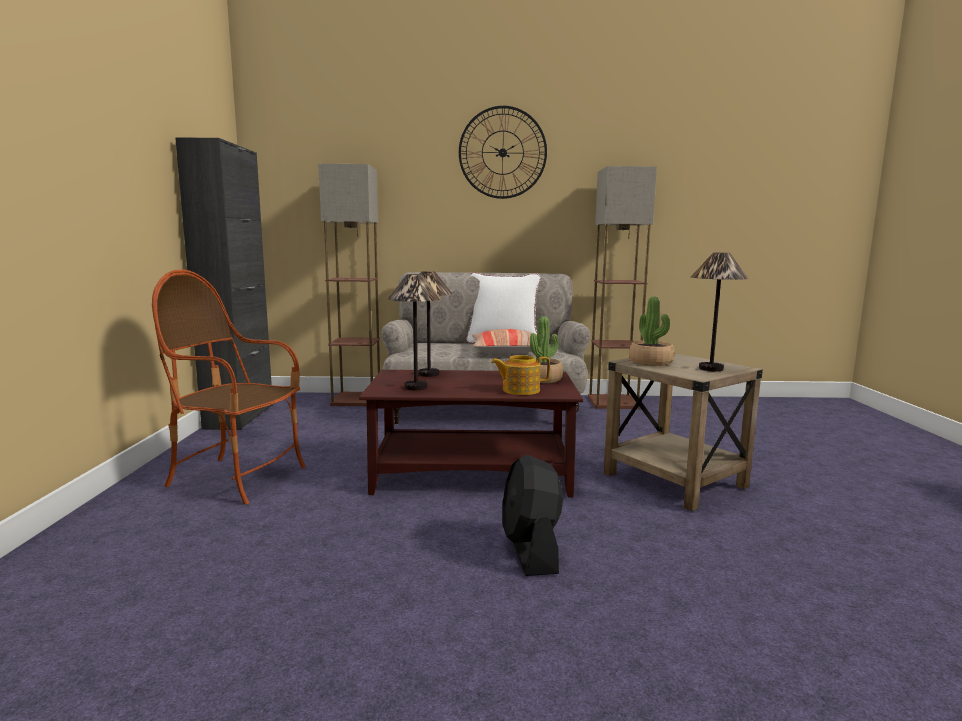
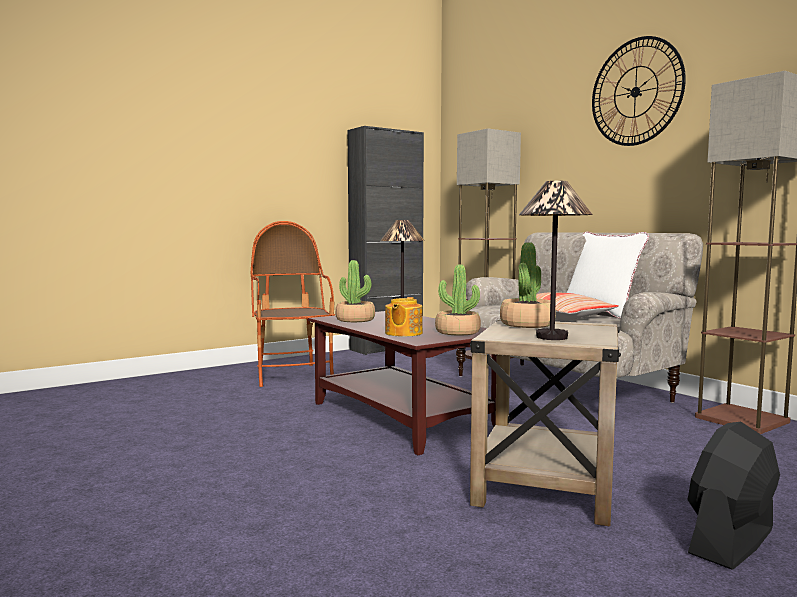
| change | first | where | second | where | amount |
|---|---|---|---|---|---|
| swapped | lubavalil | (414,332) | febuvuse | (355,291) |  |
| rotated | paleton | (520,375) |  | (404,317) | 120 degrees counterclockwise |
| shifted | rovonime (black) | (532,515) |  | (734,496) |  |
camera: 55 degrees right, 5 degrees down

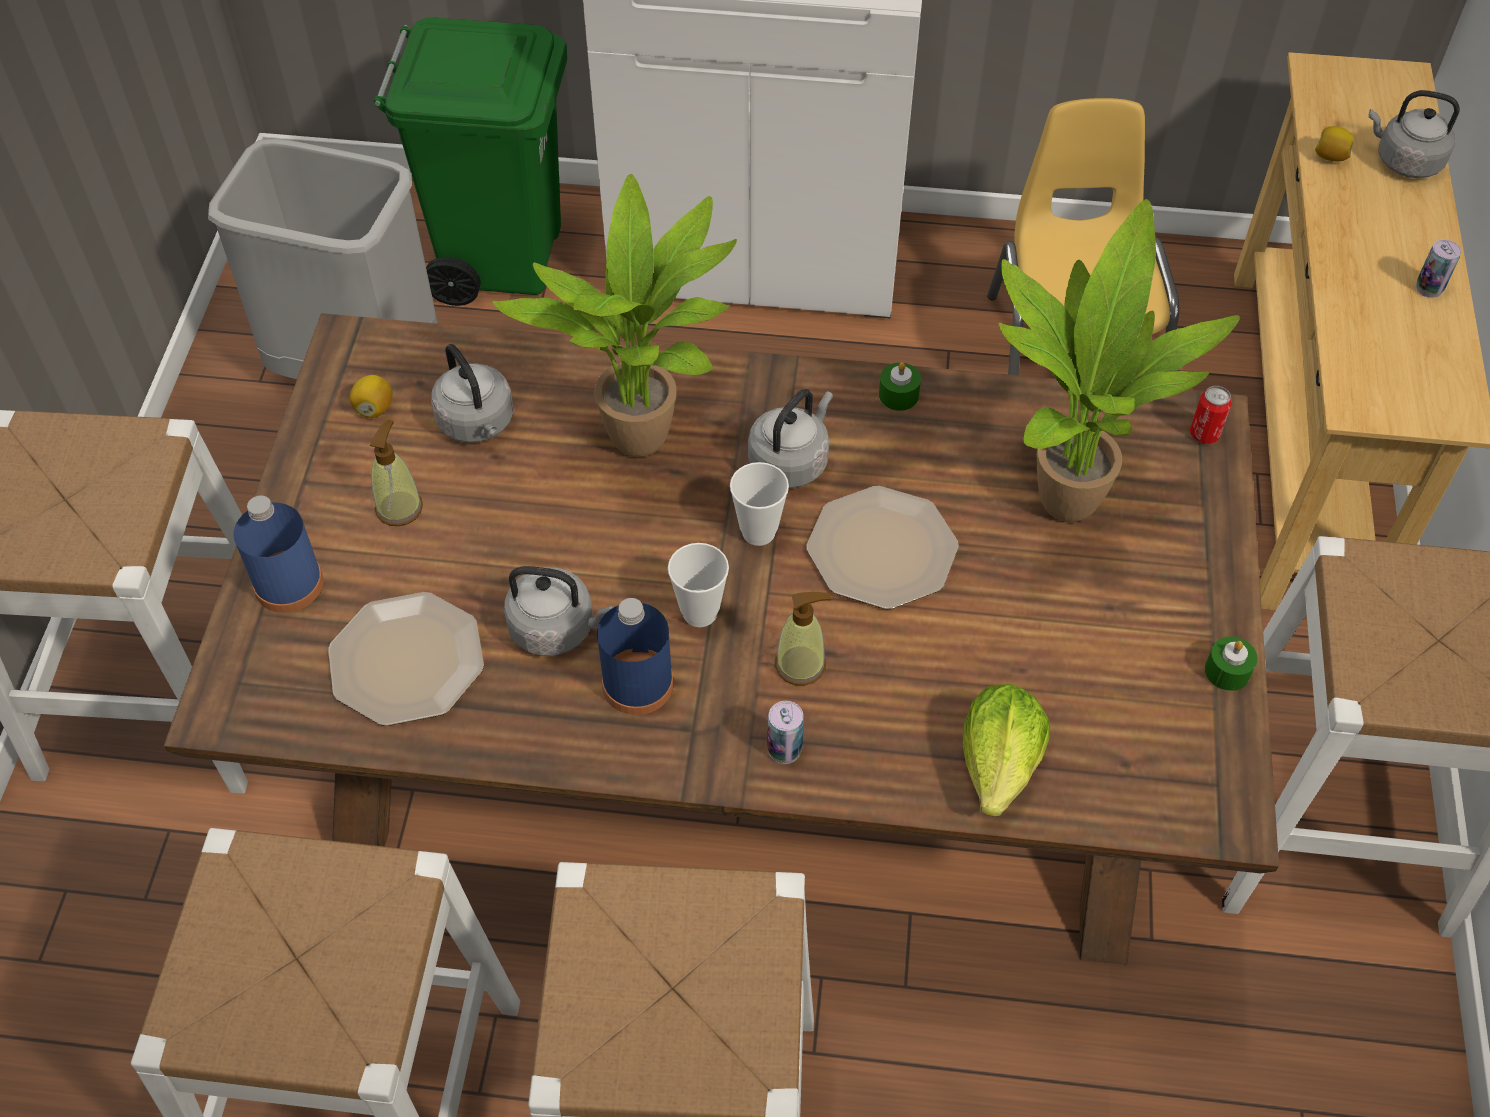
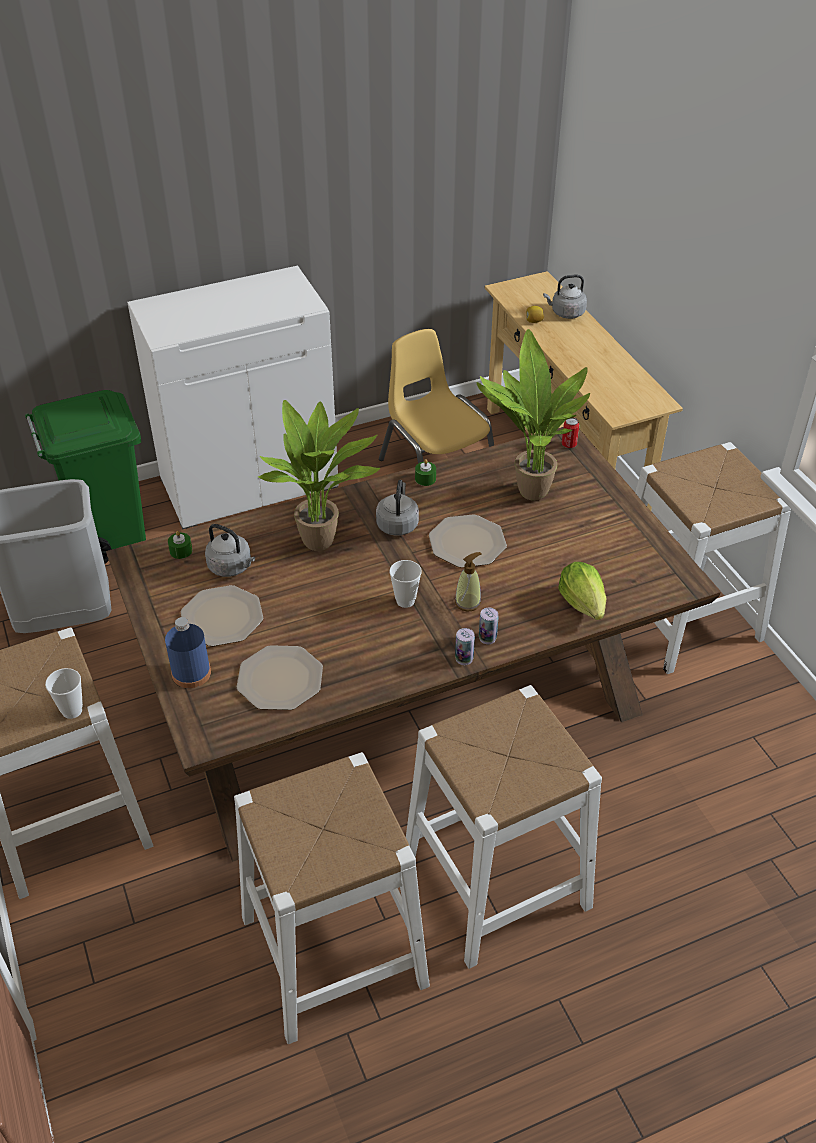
| change | first | where | second | where | amount |
|---|---|---|---|---|---|
| gone | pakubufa | (371,396) |  |  |  |
| swapped | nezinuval | (396,473) | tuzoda | (222,615) |  |
| gone | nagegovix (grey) | (558,611) |  |  |  |
| gone | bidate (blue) | (635,656) |  |  |  |
| shifted | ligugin | (759,504) |  | (64,693) |  |
| shifted | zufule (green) | (1231,663) |  | (180,545) |  |
| shifted | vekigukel | (1438,268) |  | (465,646) |  |
camera: 30 degrees left, 10 degrees down

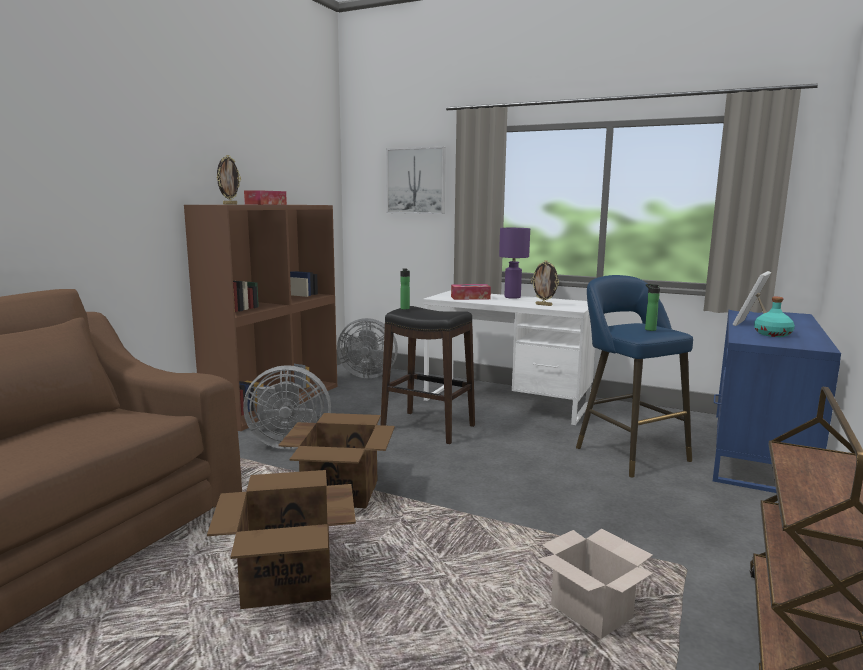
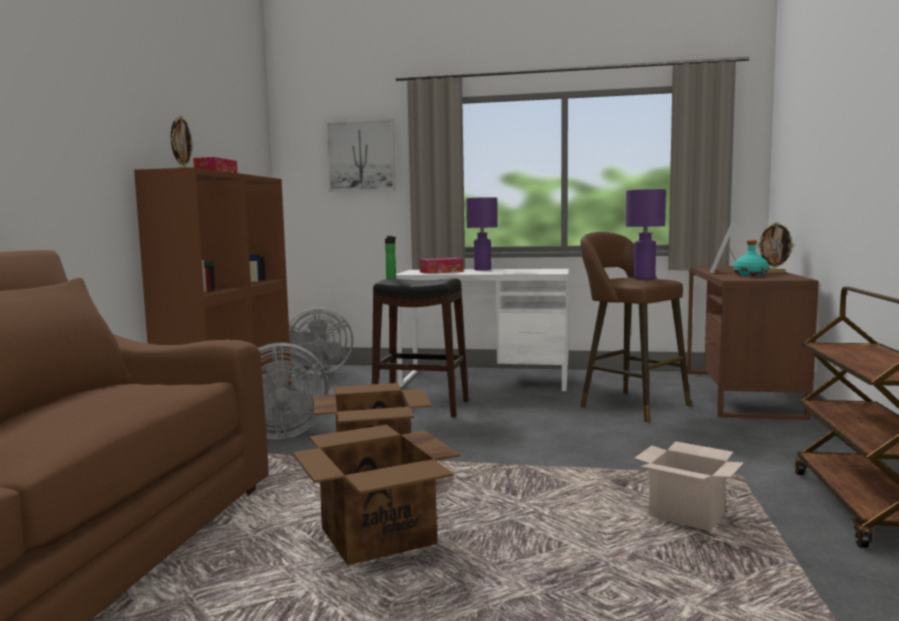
| change | first | where | second | where | amount |
|---|---|---|---|---|---|
| shifted | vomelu | (545,283) |  | (775,247) |  |
| repainted | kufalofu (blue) | (634,376) | kufalofu (brown) | (635,327) |  |
| swapped | bidate | (652,307) | lubavalil (purple) | (646,234) |  |
| repainted | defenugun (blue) | (777,401) | defenugun (brown) | (752,343) |  |
camera: 15 degrees left, 5 degrees down

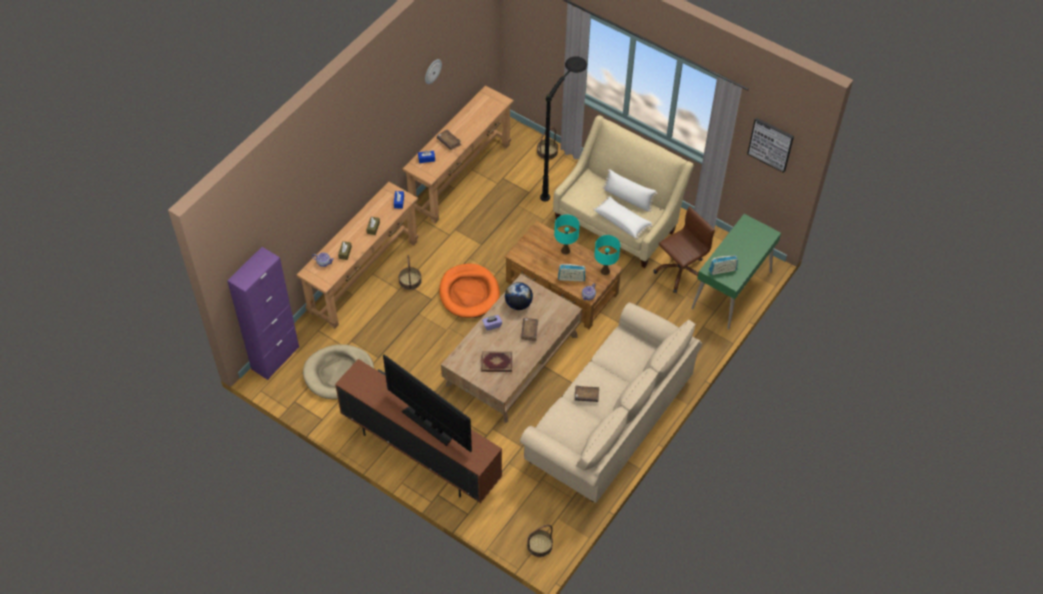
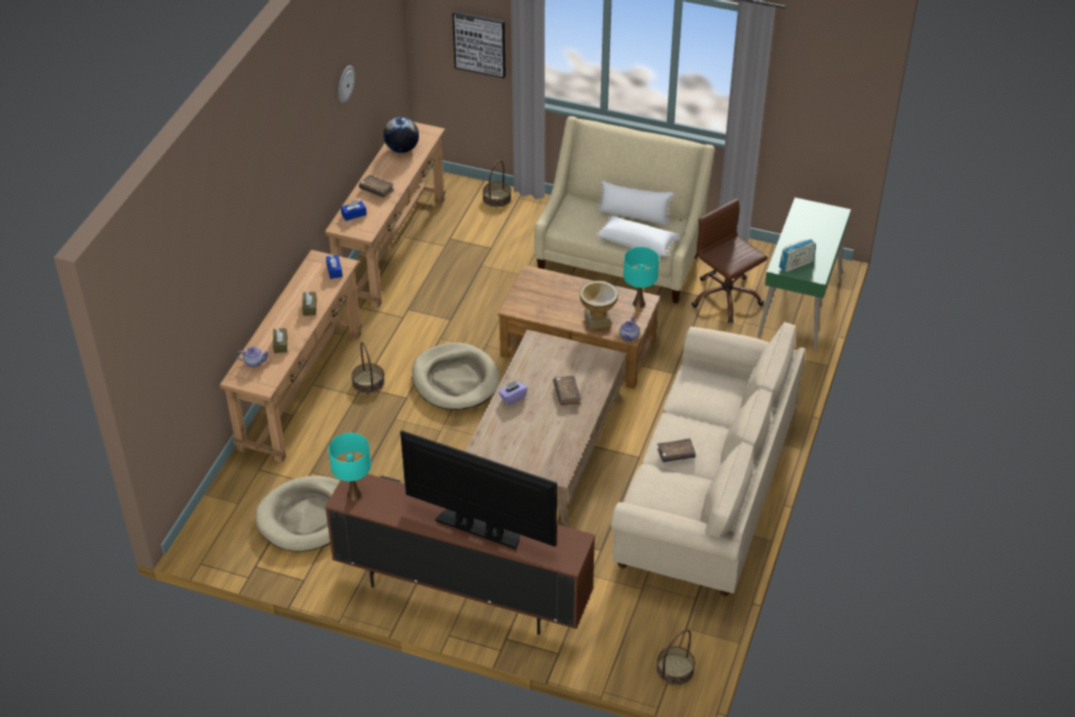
| change | first | where | second | where | amount |
|---|---|---|---|---|---|
| gone | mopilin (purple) | (263,313) |  |  |  |
| repainted | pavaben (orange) | (469,291) | pavaben (beige) | (456,376) |  |
| gone | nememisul | (496,362) |  |  |  |
| shifted | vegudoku | (519,296) |  | (401,135) |  |
| gone | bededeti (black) | (563,128) |  |  |  |
| shifted | lubavalil (turquoise) | (567,234) |  | (349,466) |  |
| swapped | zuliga | (572,273) | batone | (598,305) |  |
| rotated | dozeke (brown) | (684,249) |  | (730,260) | 75 degrees counterclockwise |
| shifted | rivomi | (770,145) |  | (479,44) |  |
camera: 15 degrees left, 10 degrees down

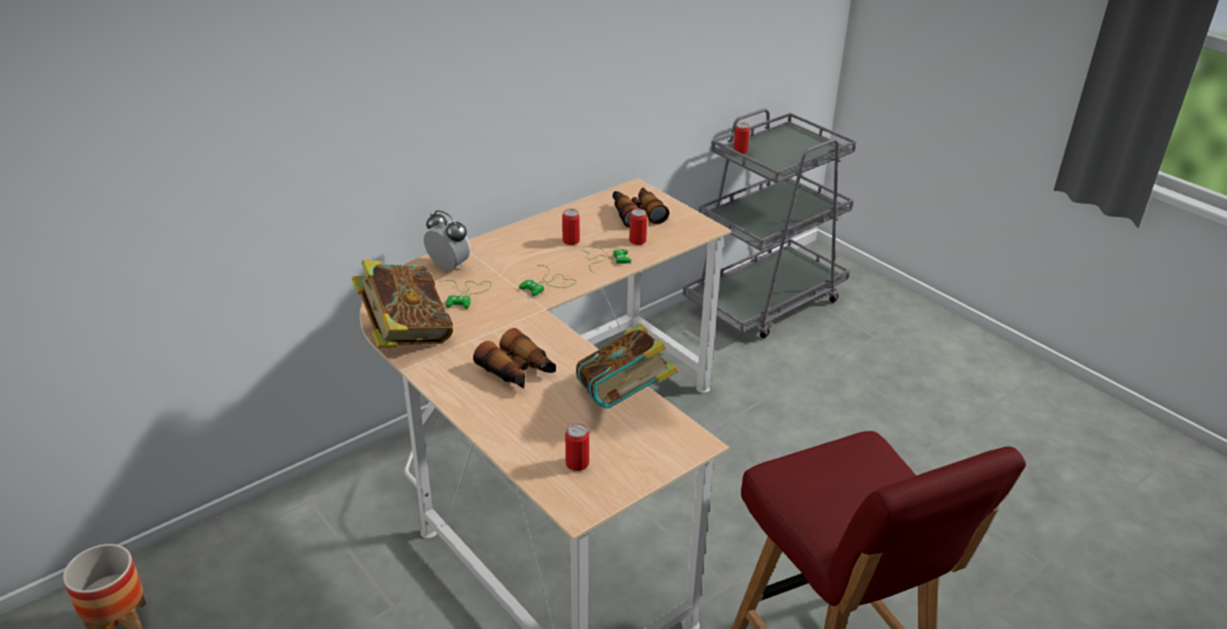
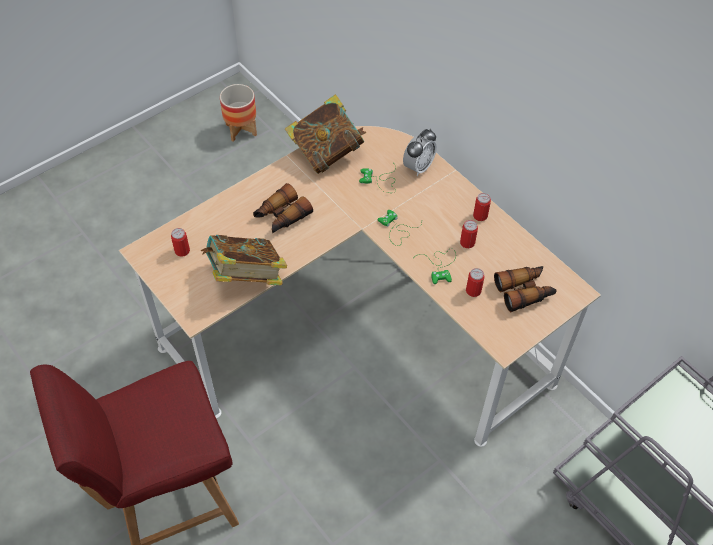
| change | first | where | second | where | amount |
|---|---|---|---|---|---|
| shifted | vekigukel | (741,138) |  | (482,207) |  |
camera: 90 degrees right, 20 degrees up

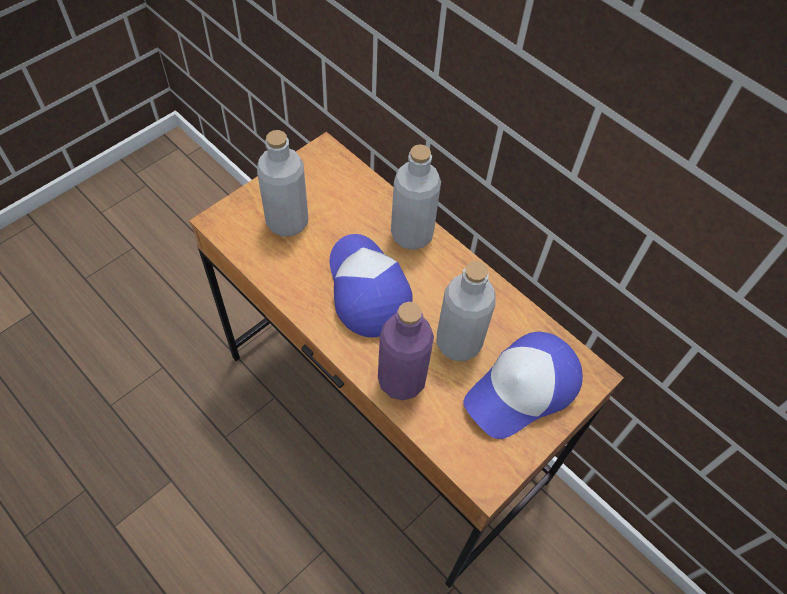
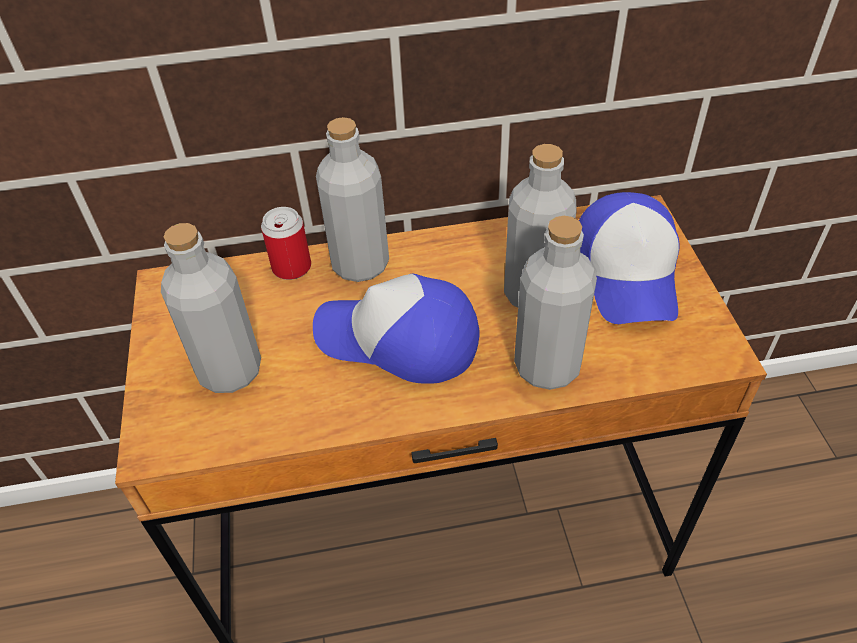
| change | first | where | second | where | amount |
|---|---|---|---|---|---|
| repainted | bidate (purple) | (406,351) | bidate (grey) | (555,303) |  |
| new |  |  | vekigukel | (286,243) |  |
camera: 50 degrees left, 10 degrees down

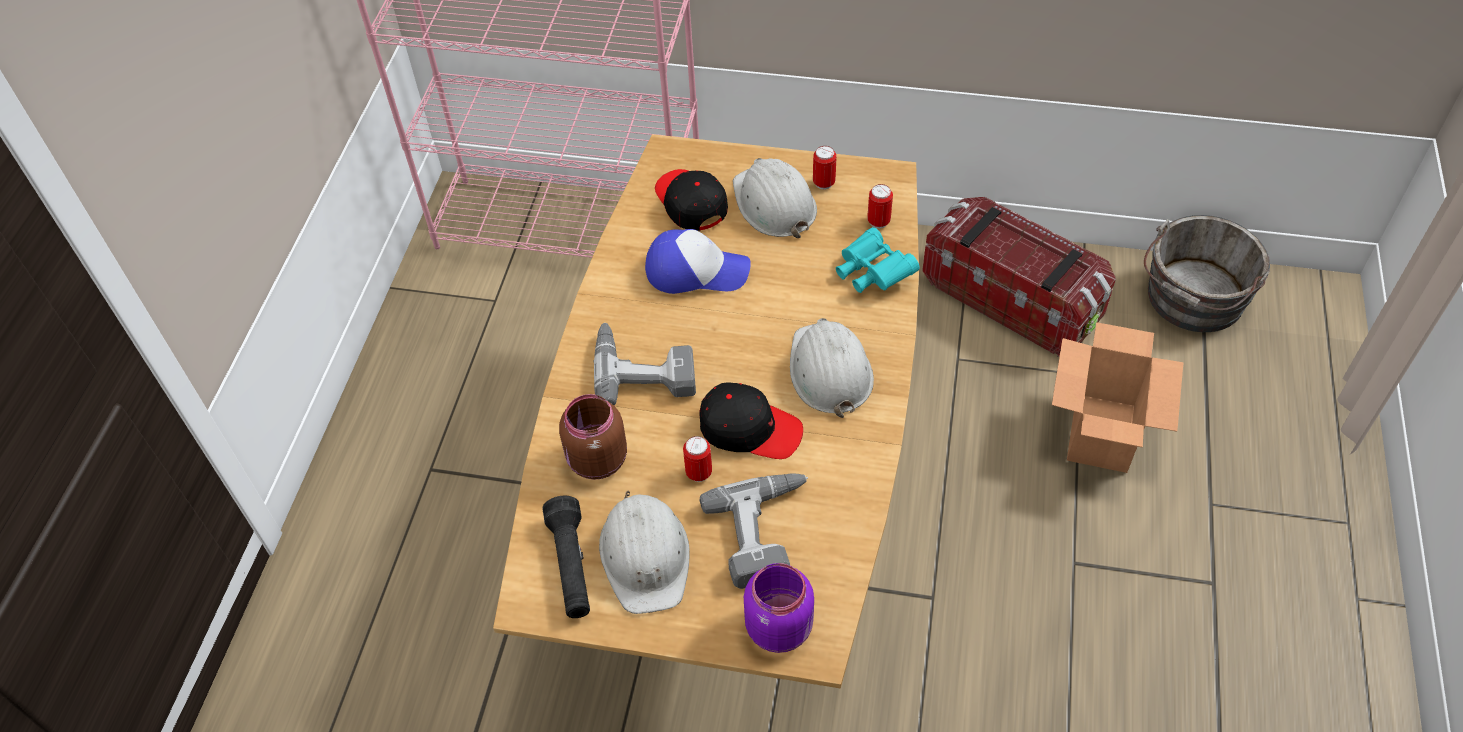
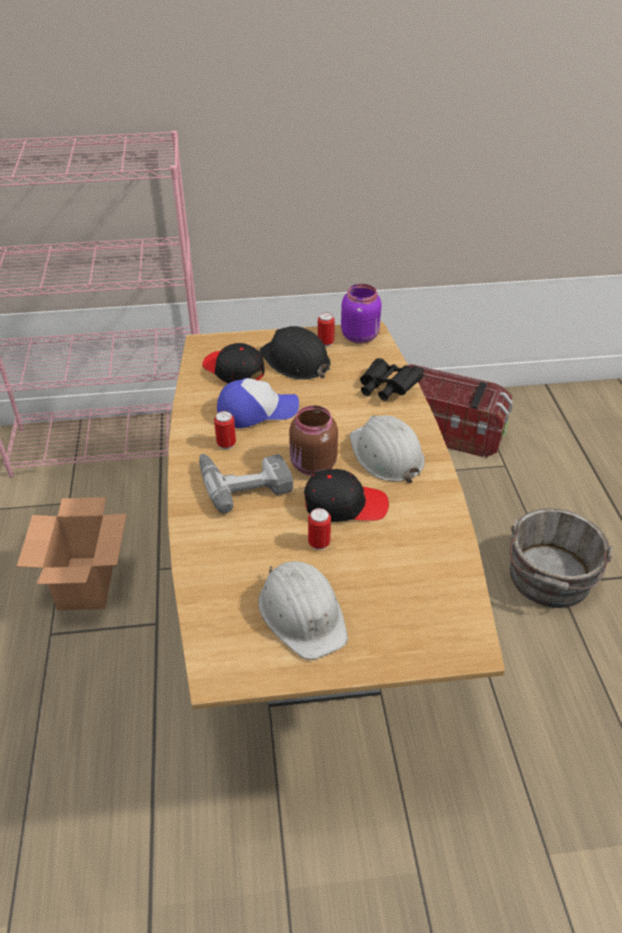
| change | first | where | second | where | amount |
|---|---|---|---|---|---|
| gone | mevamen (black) | (566,557) |  |  |  |
| shifted | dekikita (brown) | (593,437) |  | (313,440) |  |
| gone | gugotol | (754,531) |  |  |  |
| repainted | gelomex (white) | (775,198) | gelomex (black) | (295,353) |  |
| shifted | dekikita (purple) | (779,608) |  | (361,314) |  |
| repainted | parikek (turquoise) | (878,260) | parikek (black) | (392,379) |  |
| shifted | vekigukel | (880,206) |  | (225,430) |  |
| shifted | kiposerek | (1118,397) |  | (72,553) |  |
| shifted | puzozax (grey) | (1207,273) |  | (561,558) |  |
camera: 20 degrees left, 10 degrees down

